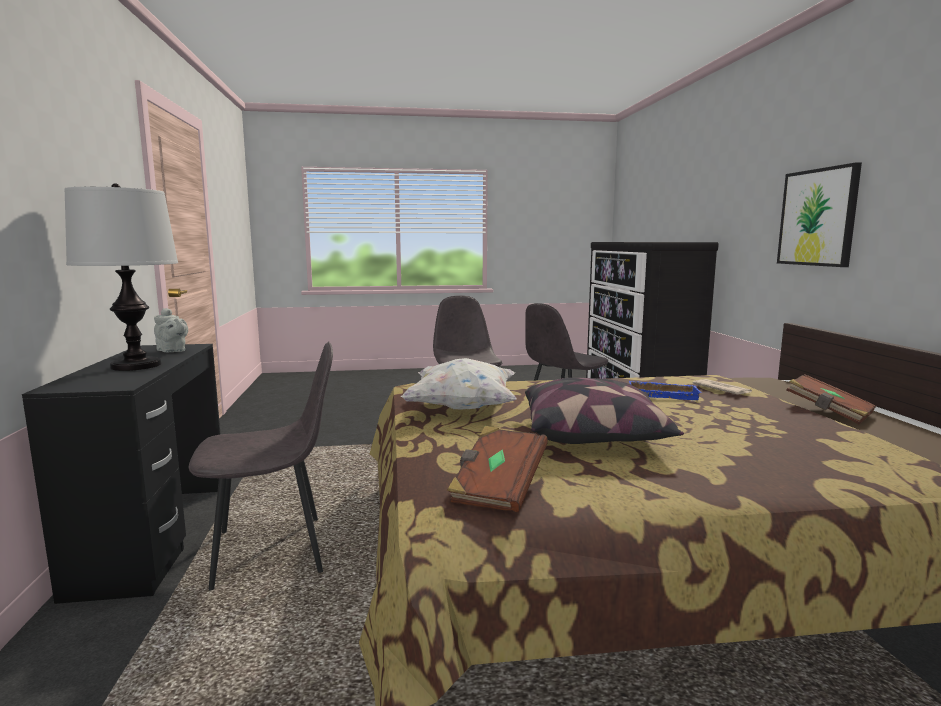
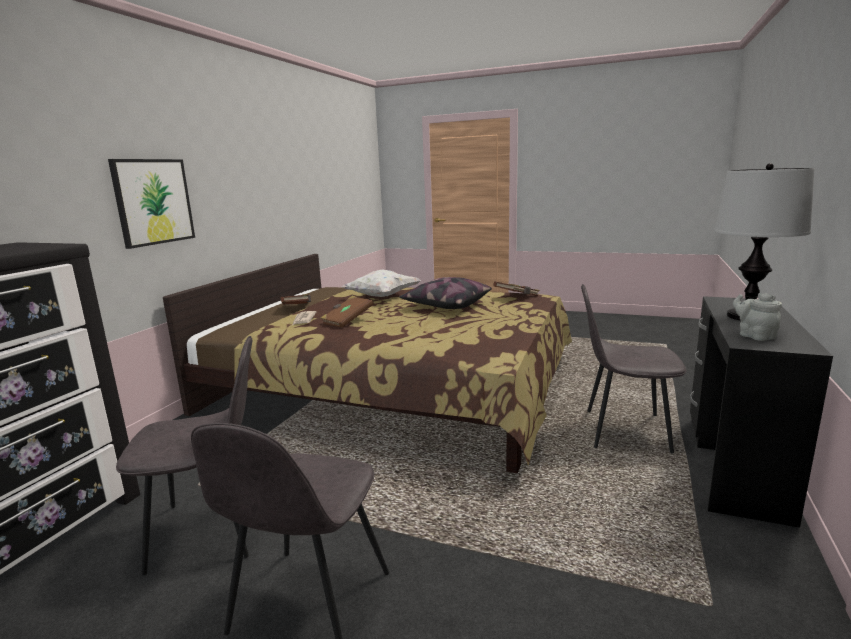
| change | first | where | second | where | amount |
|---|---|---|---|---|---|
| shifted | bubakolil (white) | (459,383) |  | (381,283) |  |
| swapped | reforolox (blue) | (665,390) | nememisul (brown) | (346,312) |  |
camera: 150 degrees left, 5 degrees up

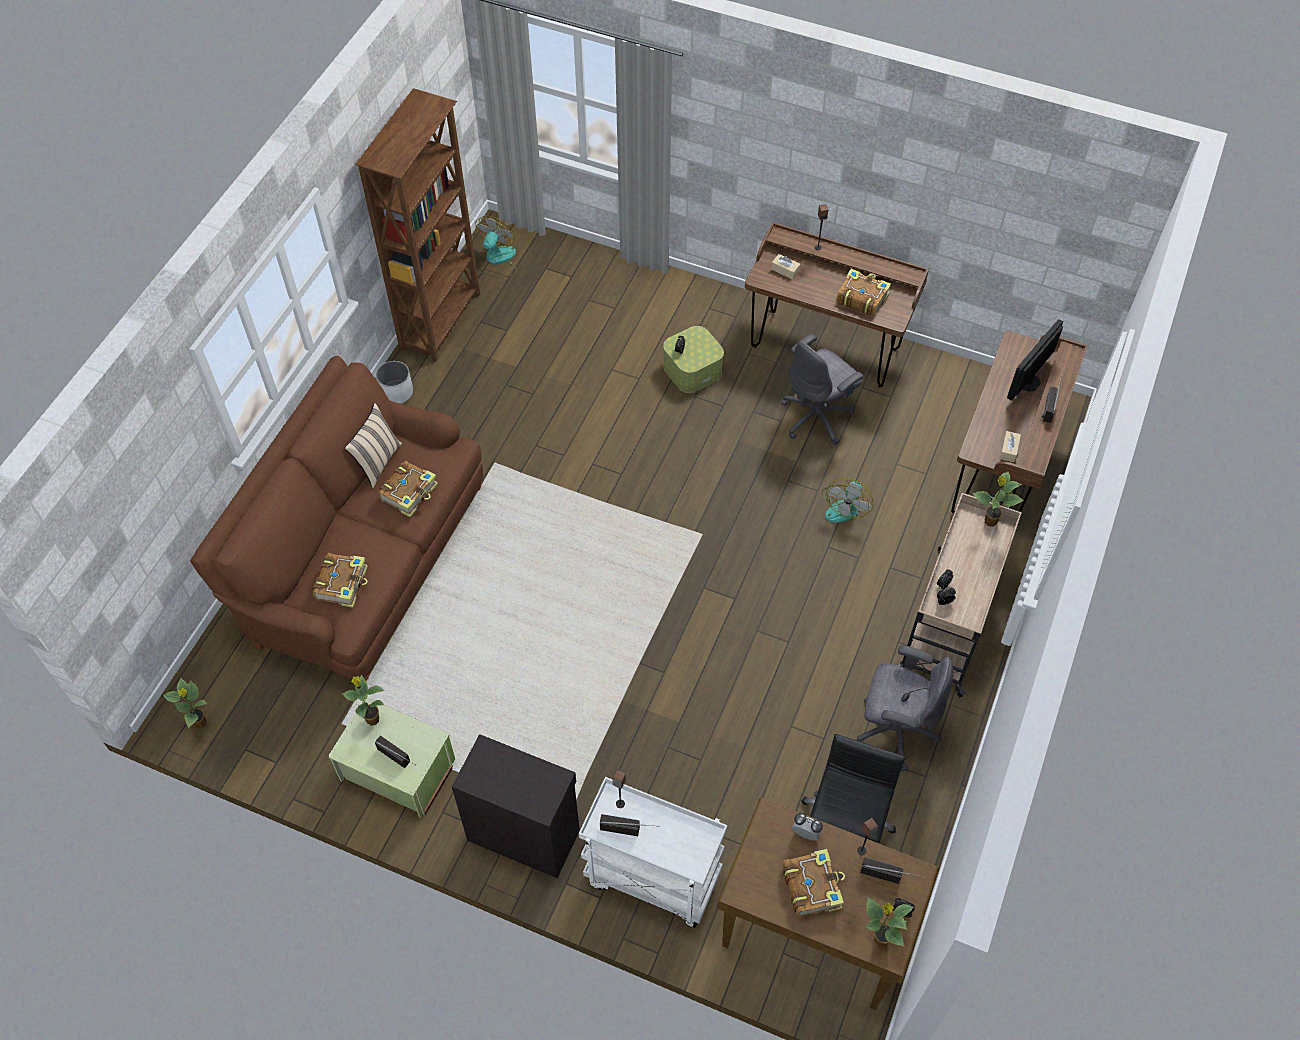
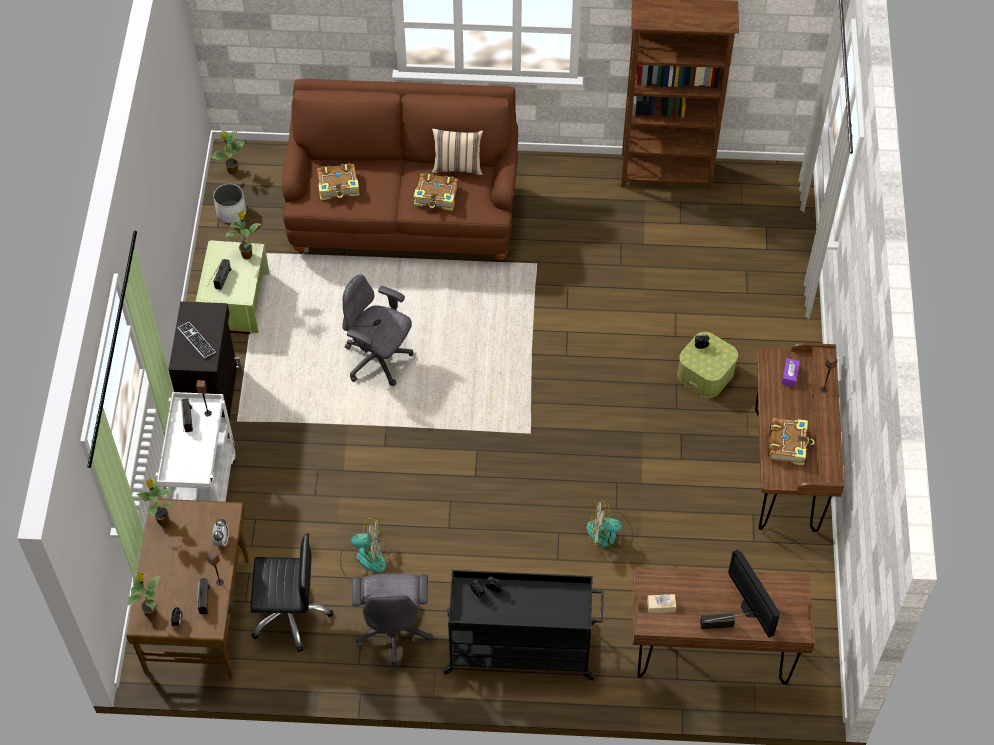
| change | first | where | second | where | amount |
|---|---|---|---|---|---|
| shifted | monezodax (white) | (394,382) |  | (229,203) |  |
| shifted | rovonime | (496,246) |  | (363,549) |  |
| repainted | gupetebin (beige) | (785,266) | gupetebin (purple) | (791,372) |  |
| shifted | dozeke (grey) | (822,389) |  | (377,330) |  |
| gone | nememisul | (813,883) |  |  |  |
| repainted | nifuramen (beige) | (959,595) | nifuramen (black) | (522,625) |  |
| shifted | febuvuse | (998,499) |  | (155,502) |  |
| rotated | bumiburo | (1035,360) |  | (754,593) | 135 degrees counterclockwise |
| new |  |  | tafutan | (196,340) |  |
camera: 70 degrees right, 0 degrees up

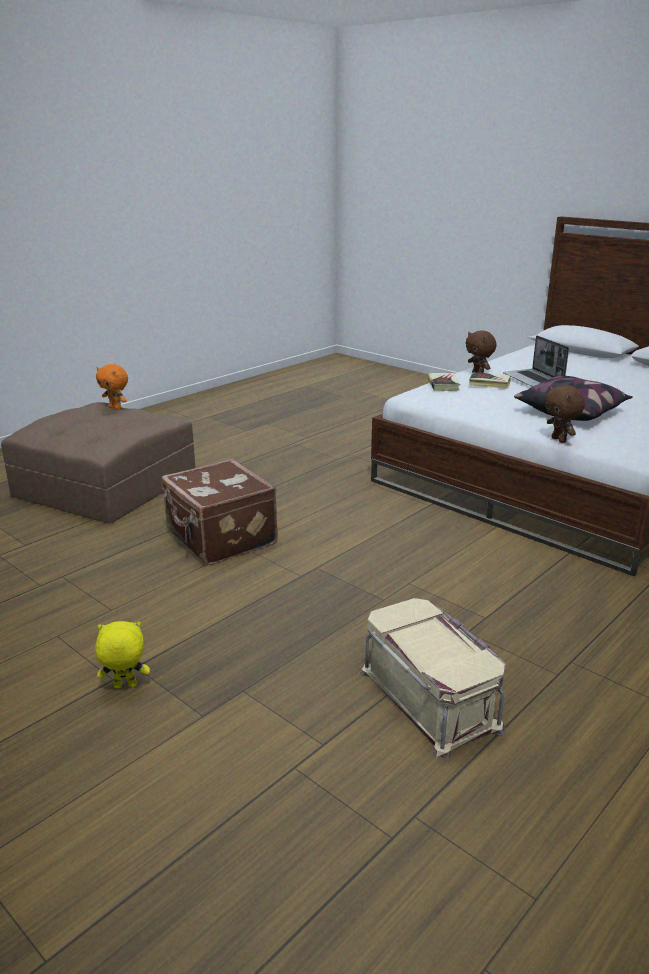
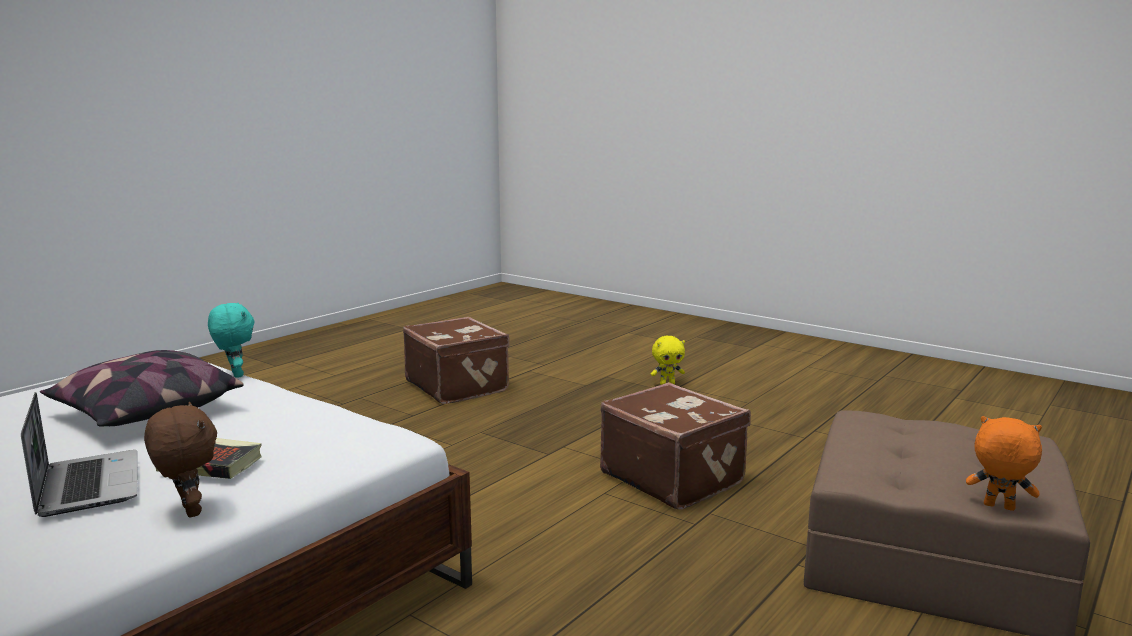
| change | first | where | second | where | amount |
|---|---|---|---|---|---|
| swapped | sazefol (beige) | (433,678) | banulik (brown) | (456,360) |  |
| gone | nememisul | (444,382) |  |  |  |
| repainted | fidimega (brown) | (565,414) | fidimega (turquoise) | (231,340) |  |
camera: 175 degrees right, 10 degrees down

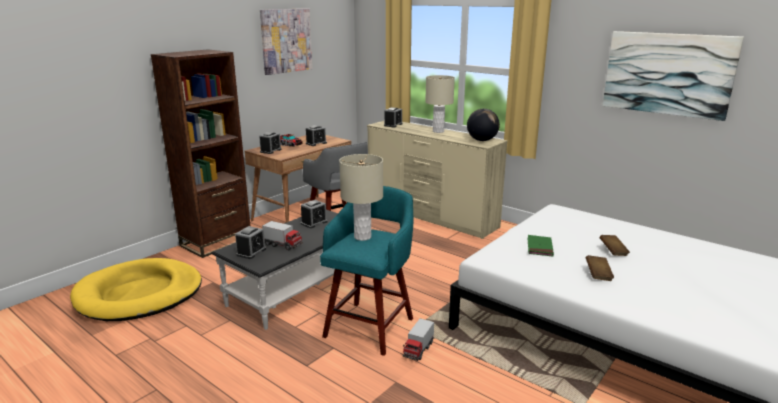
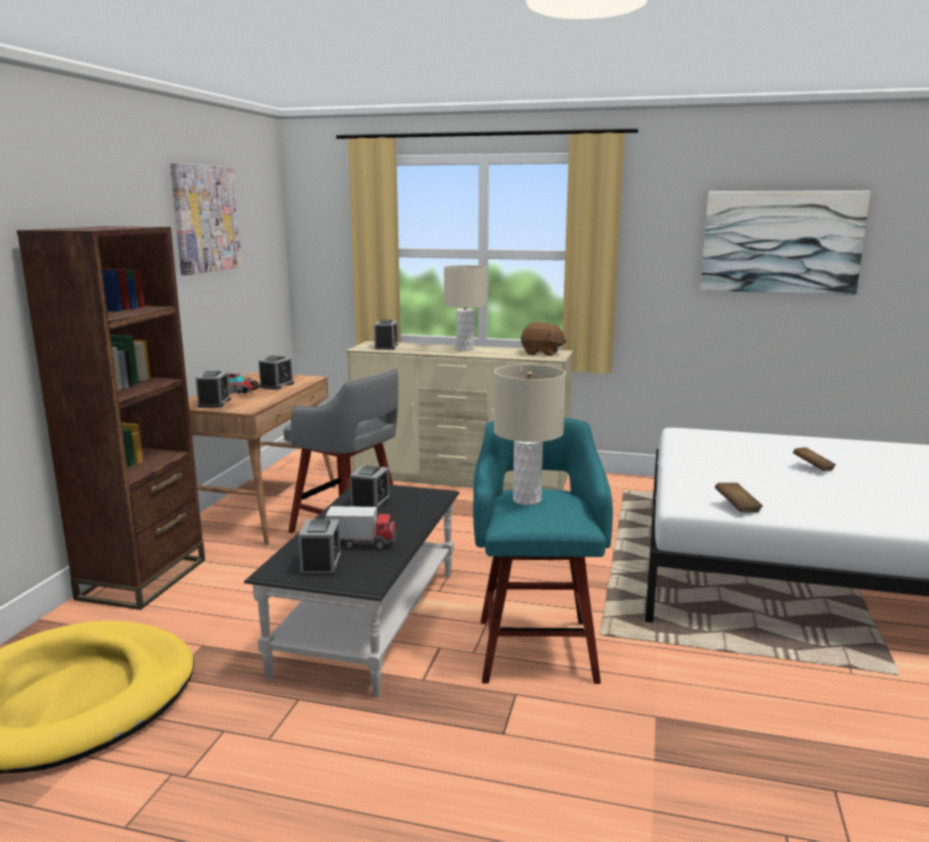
| change | first | where | second | where | amount |
|---|---|---|---|---|---|
| gone | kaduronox | (418,339) |  |  |  |
| swapped | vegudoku | (483,125) | fidimega (brown) | (543,339) |  |
| gone | nememisul (green) | (541,246) |  |  |  |
| shifted | nememisul (brown) | (600,268) |  | (739,497) |  |
camera: 25 degrees left, 5 degrees down

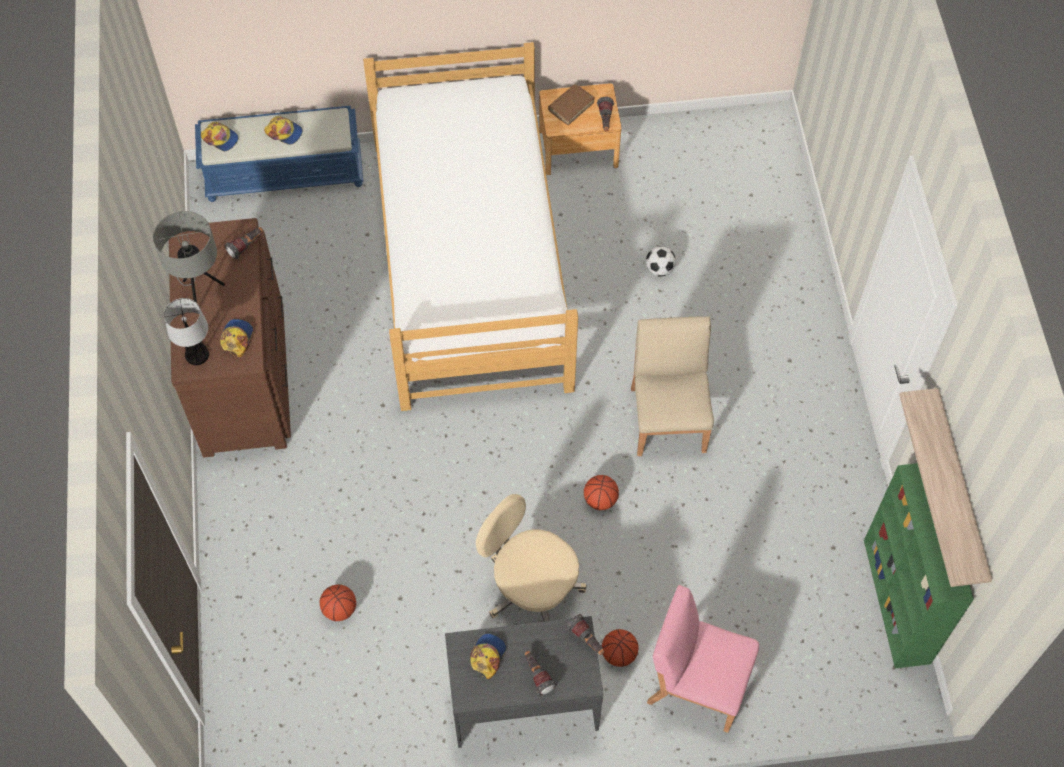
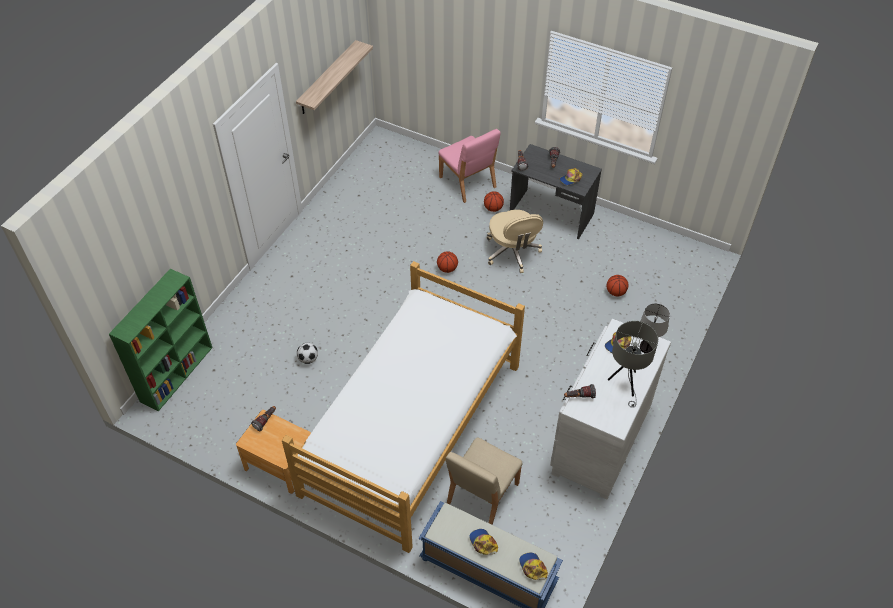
| change | first | where | second | where | amount |
|---|---|---|---|---|---|
| repainted | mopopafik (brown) | (230,338) | mopopafik (white) | (610,409) |  |
| gone | nememisul (brown) | (571,104) |  |  |  |
| shifted | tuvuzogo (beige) | (672,386) |  | (484,481) |  |
| shifted | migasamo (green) | (919,566) |  | (161,340) |  |
camera: 145 degrees left, 10 degrees down

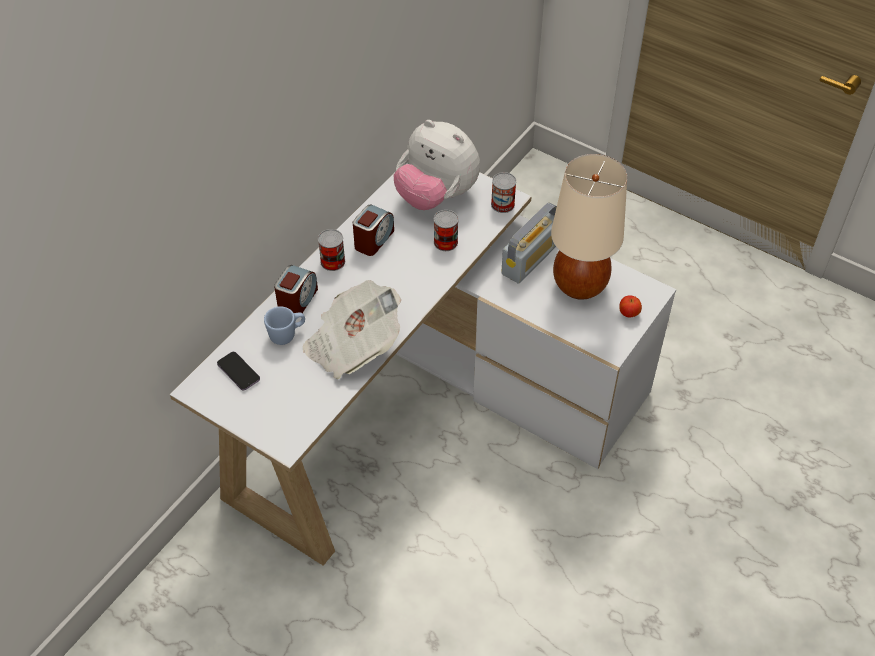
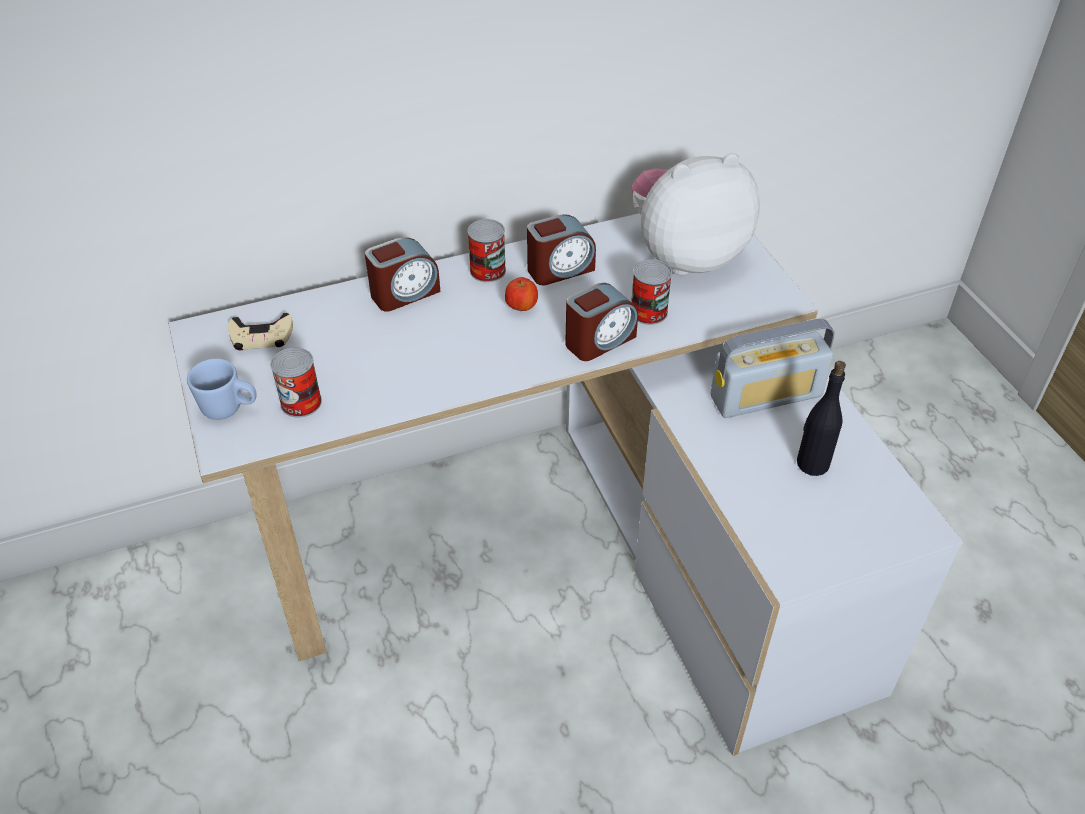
| change | first | where | second | where | amount |
|---|---|---|---|---|---|
| swapped | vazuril | (238,371) | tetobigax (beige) | (260,331) |  |
| shifted | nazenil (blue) | (284,325) |  | (222,389) |  |
| gone | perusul | (352,330) |  |  |  |
| rotated | fidimega | (437,165) |  | (696,214) | 90 degrees clockwise |
| shifted | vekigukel | (504,192) |  | (296,382) |  |
| swapped | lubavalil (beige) | (589,227) | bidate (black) | (821,418) |  |
| shifted | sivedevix | (630,306) |  | (521,294) |  |
| new |  |  | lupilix | (601,322) |  |
camera: 35 degrees right, 5 degrees down

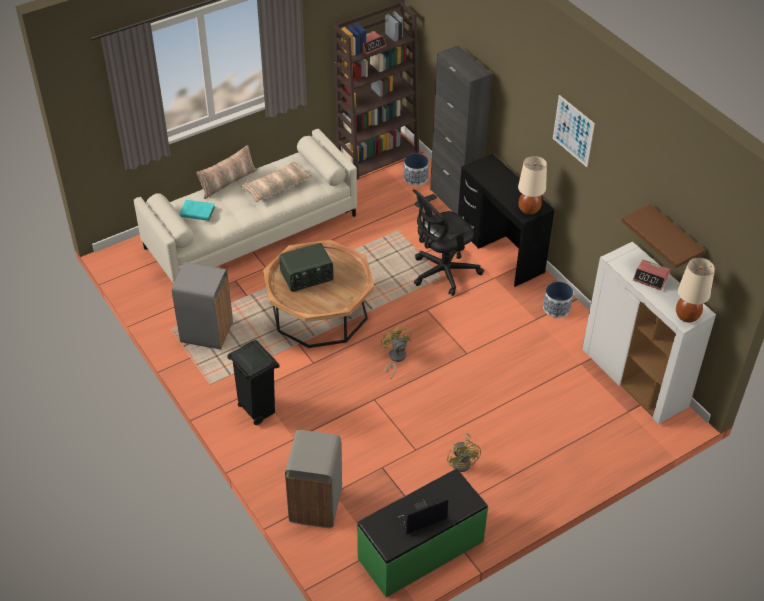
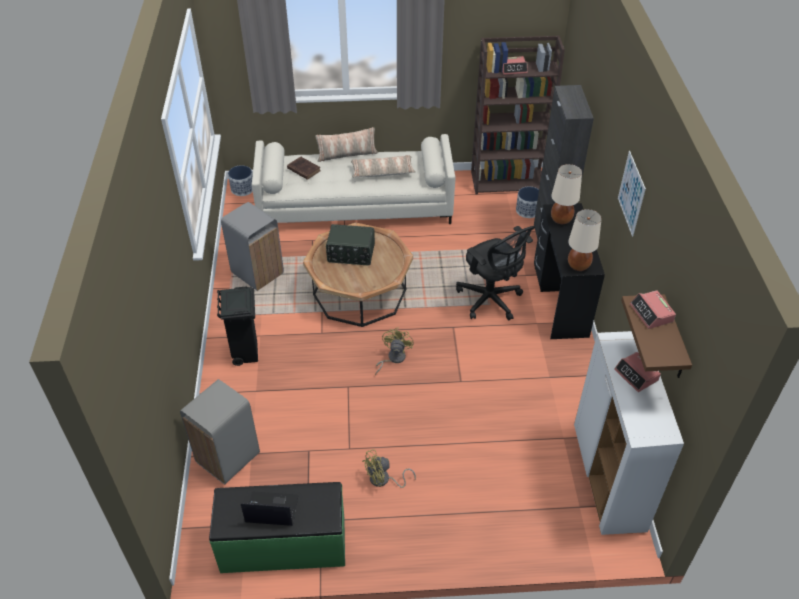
| change | first | where | second | where | amount |
|---|---|---|---|---|---|
| repainted | nememisul (turquoise) | (197,210) | nememisul (brown) | (304,168) |  |
| rotated | dozeke (black) | (448,243) |  | (495,273) | 120 degrees counterclockwise |
| rotated | rovonime (yellow) | (464,452) |  | (389,468) | 45 degrees clockwise |
| shifted | monezodax | (558,299) |  | (240,180) |  |
| shifted | lubavalil (beige) | (695,290) |  | (566,194) |  |
| new |  |  | lupilix | (653,309) |  |
camera: 30 degrees right, 0 degrees up

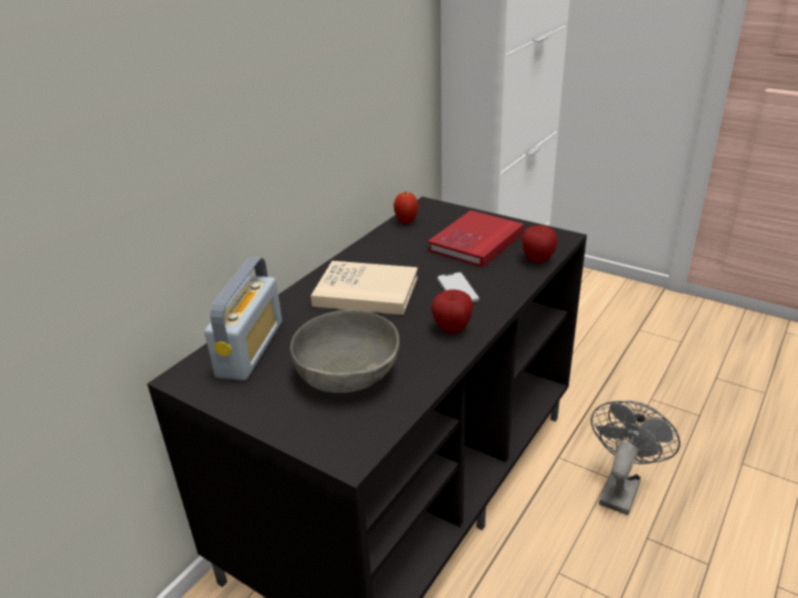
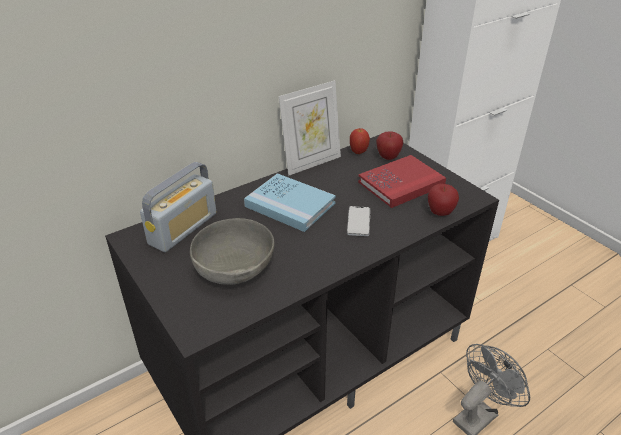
| change | first | where | second | where | amount |
|---|---|---|---|---|---|
| repainted | nememisul (beige) | (364,288) | nememisul (blue) | (290,202) |  |
| shifted | sivedevix | (452,312) |  | (389,145) |  |
| new |  |  | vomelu | (310,128) |  |
camera: 20 degrees right, 5 degrees up

